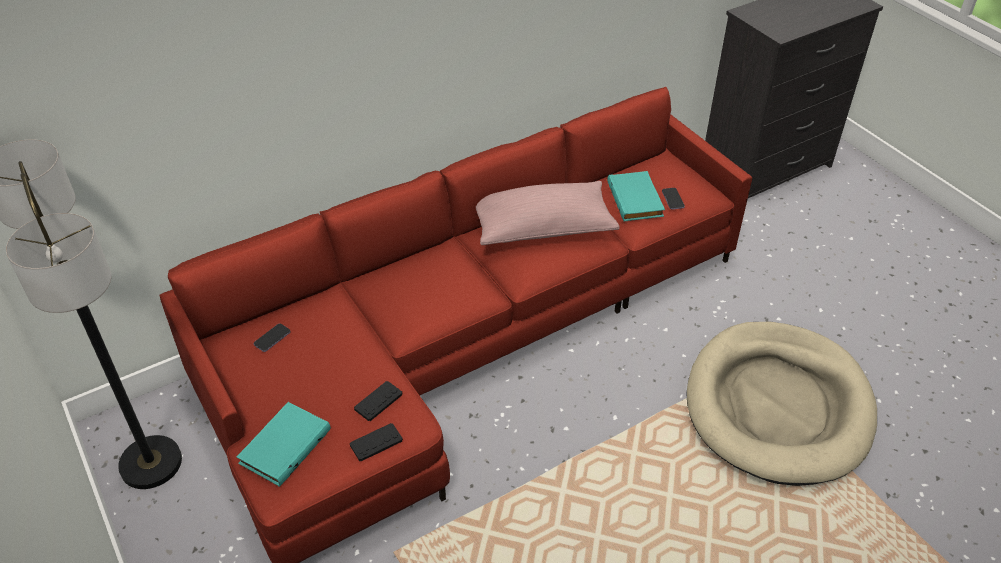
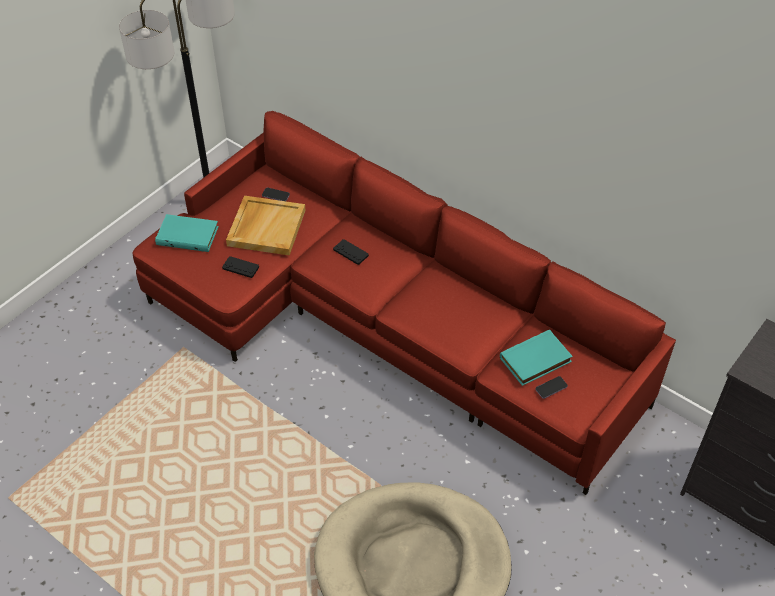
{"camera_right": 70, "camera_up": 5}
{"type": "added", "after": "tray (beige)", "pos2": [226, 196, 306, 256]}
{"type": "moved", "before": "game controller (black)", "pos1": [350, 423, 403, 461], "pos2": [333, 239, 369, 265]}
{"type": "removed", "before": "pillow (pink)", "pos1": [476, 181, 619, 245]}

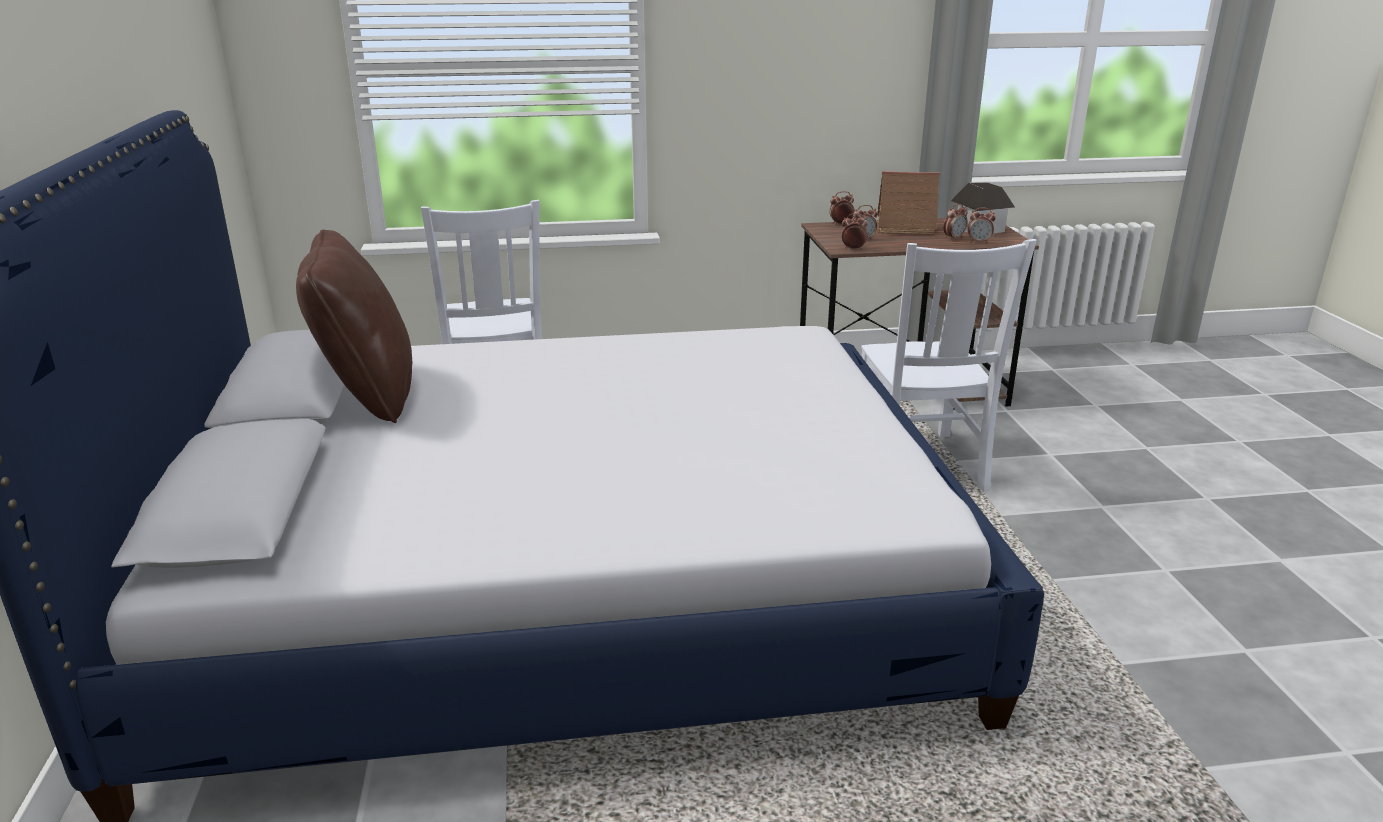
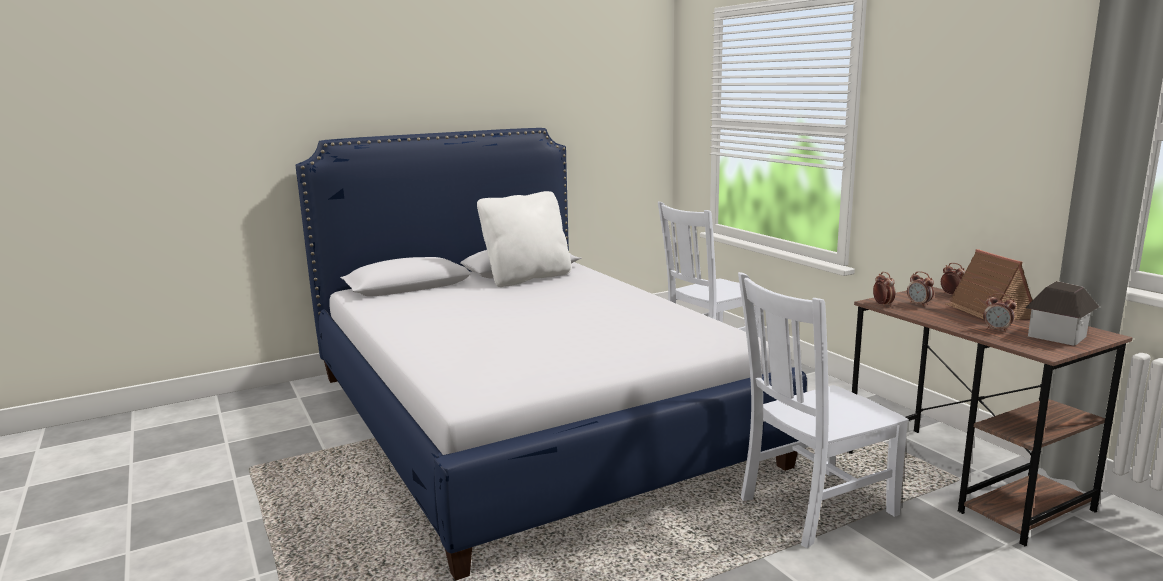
{"camera_right": 70, "camera_up": -10}
{"type": "recoloured", "before": "pillow (brown)", "after": "pillow (white)", "pos1": [296, 229, 412, 423], "pos2": [477, 191, 571, 287]}
{"type": "removed", "before": "alarm clock", "pos1": [967, 207, 996, 244]}

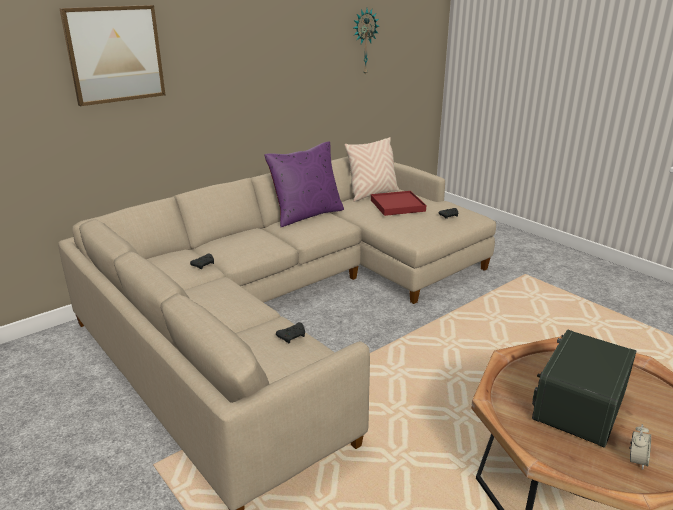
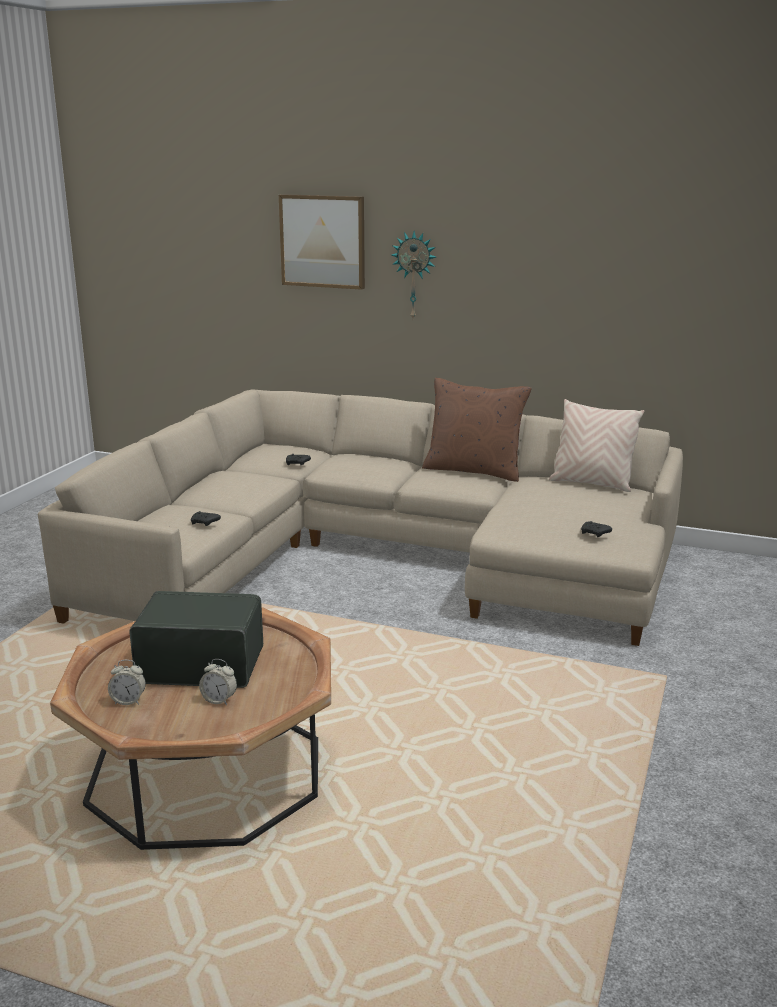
{"camera_right": 60, "camera_up": -5}
{"type": "added", "after": "alarm clock", "pos2": [199, 659, 237, 705]}
{"type": "moved", "before": "wall clock", "pos1": [354, 9, 379, 76], "pos2": [392, 231, 436, 318]}
{"type": "recoloured", "before": "pillow (purple)", "after": "pillow (brown)", "pos1": [265, 142, 344, 227], "pos2": [422, 378, 532, 482]}
{"type": "removed", "before": "tray (red)", "pos1": [371, 191, 426, 216]}

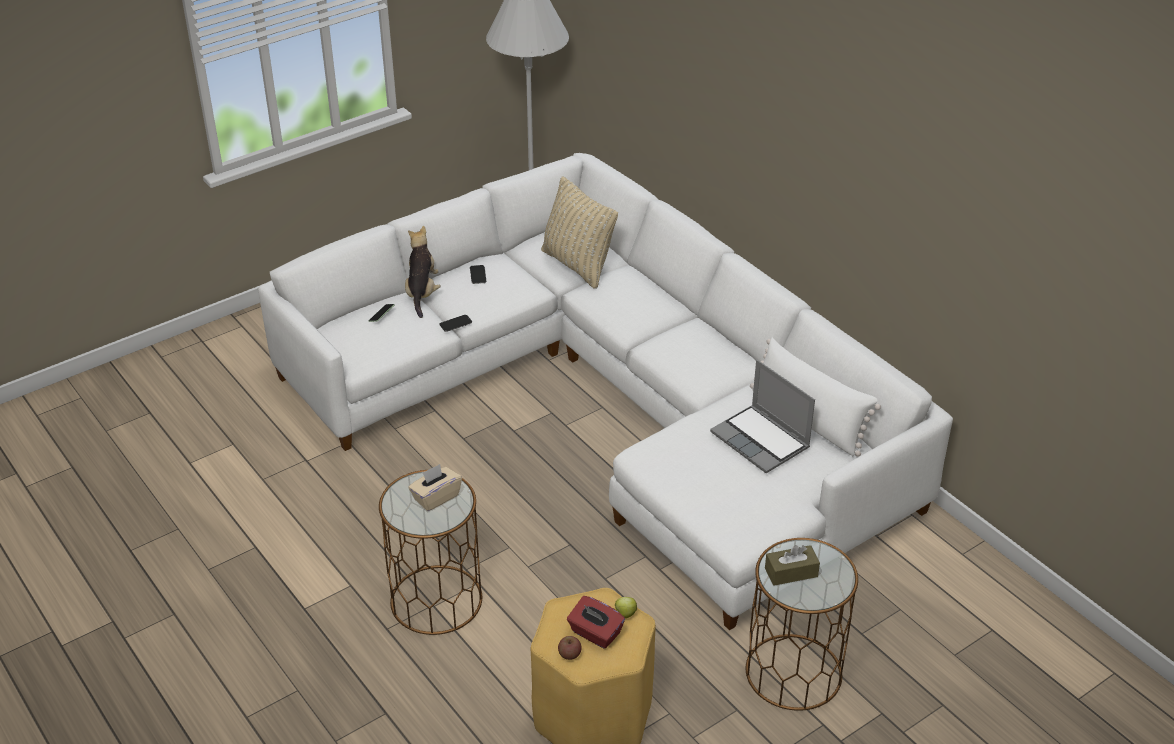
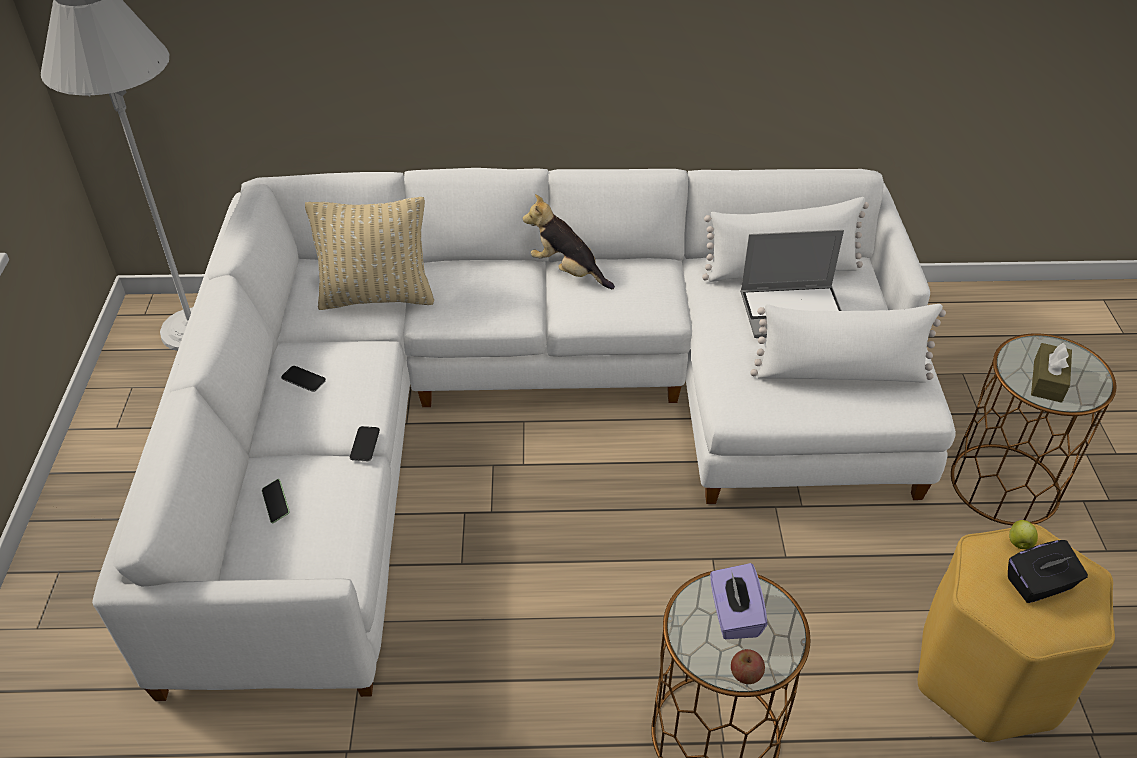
{"camera_right": -55, "camera_up": 5}
{"type": "moved", "before": "plush toy", "pos1": [405, 226, 441, 318], "pos2": [523, 194, 615, 289]}
{"type": "recoloured", "before": "tissue box (beige)", "after": "tissue box (purple)", "pos1": [408, 464, 462, 511], "pos2": [710, 563, 767, 639]}
{"type": "moved", "before": "apple", "pos1": [558, 636, 582, 660], "pos2": [731, 649, 765, 684]}
{"type": "added", "after": "pillow (white)", "pos2": [750, 304, 946, 383]}
{"type": "recoloured", "before": "tissue box (red)", "after": "tissue box (black)", "pos1": [567, 596, 625, 649], "pos2": [1008, 540, 1088, 603]}

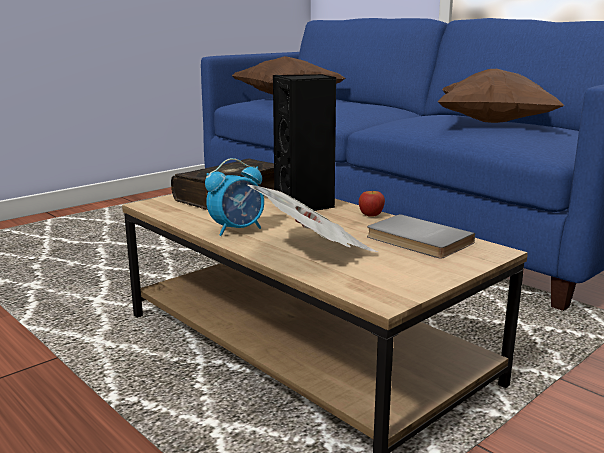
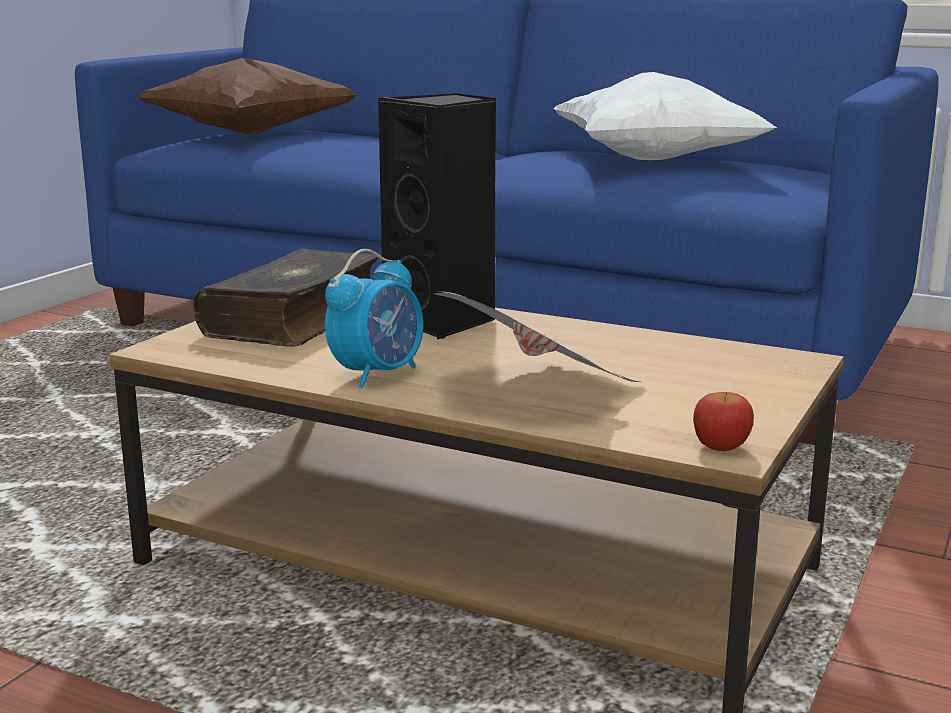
{"camera_right": -20, "camera_up": 0}
{"type": "recoloured", "before": "pillow (brown)", "after": "pillow (white)", "pos1": [438, 69, 564, 123], "pos2": [554, 72, 777, 160]}
{"type": "moved", "before": "apple", "pos1": [359, 191, 385, 217], "pos2": [693, 392, 754, 451]}
{"type": "removed", "before": "book (grey)", "pos1": [367, 214, 475, 258]}

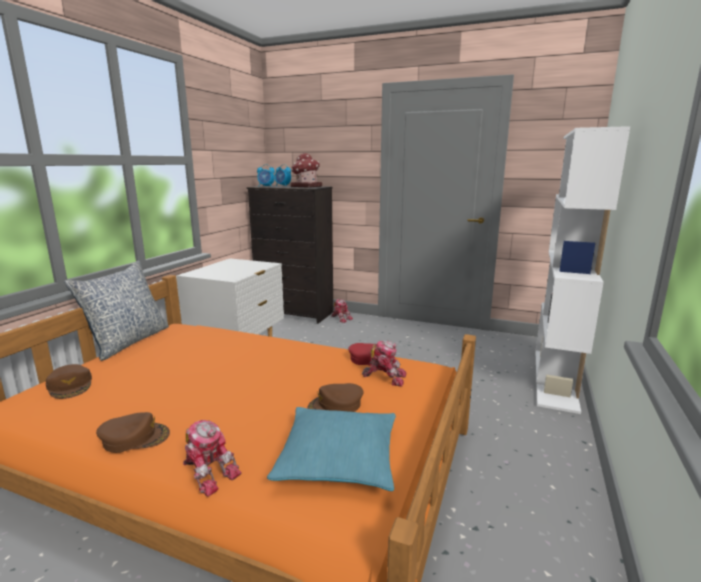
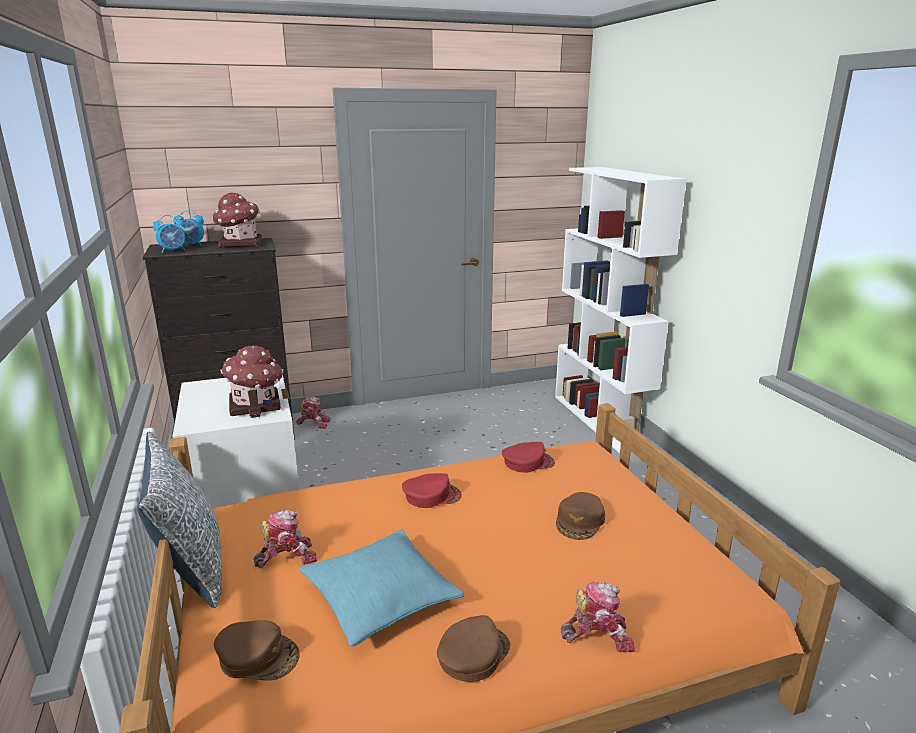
{"camera_right": -40, "camera_up": 5}
{"type": "added", "after": "toy house", "pos2": [221, 346, 284, 418]}
{"type": "moved", "before": "toy robot", "pos1": [362, 340, 406, 387], "pos2": [254, 510, 318, 568]}
{"type": "moved", "before": "pillow (turquoise)", "pos1": [267, 407, 396, 491], "pos2": [300, 529, 464, 647]}
{"type": "added", "after": "cap (red)", "pos2": [402, 473, 462, 508]}

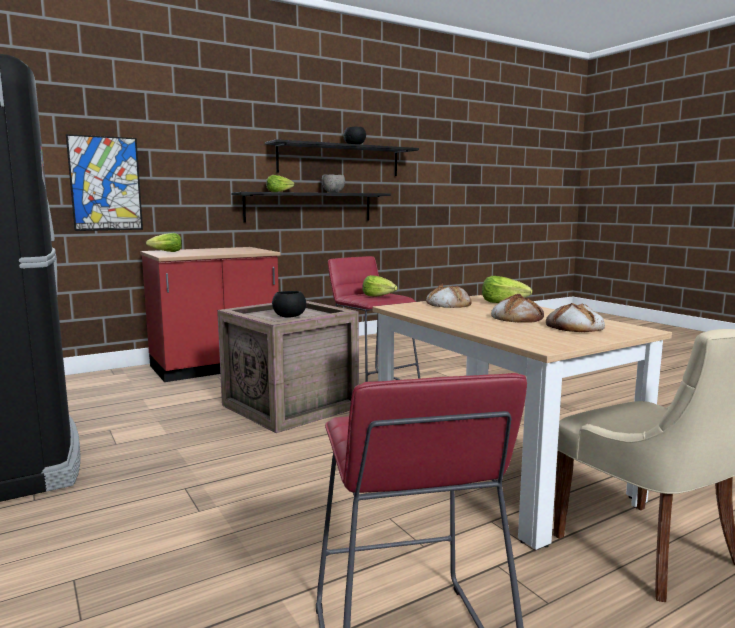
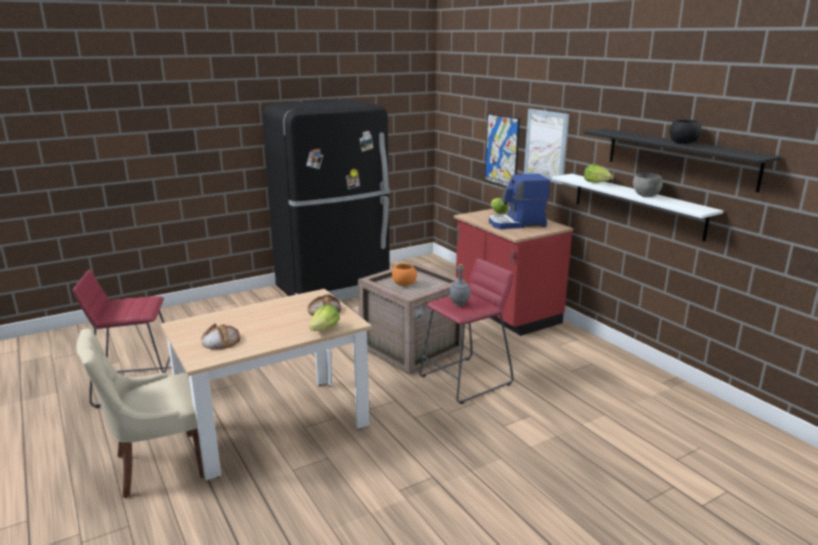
{"camera_right": 90, "camera_up": 10}
{"type": "recoloured", "before": "bowl (black)", "after": "bowl (orange)", "pos1": [272, 291, 306, 318], "pos2": [392, 264, 417, 286]}
{"type": "replaced", "before": "lettuce", "after": "bottle (grey)", "pos1": [363, 275, 398, 297], "pos2": [449, 264, 471, 306]}
{"type": "added", "after": "coffee machine", "pos2": [489, 174, 550, 229]}
{"type": "added", "after": "picture", "pos2": [524, 109, 569, 184]}
{"type": "recoloured", "before": "shelf (black)", "after": "shelf (white)", "pos1": [232, 192, 391, 223], "pos2": [552, 174, 723, 242]}
{"type": "removed", "before": "bread", "pos1": [491, 294, 544, 323]}

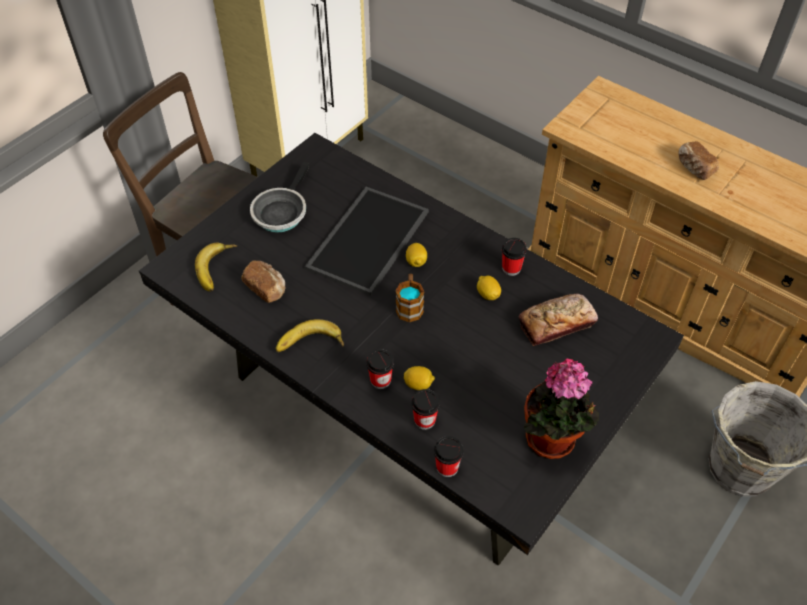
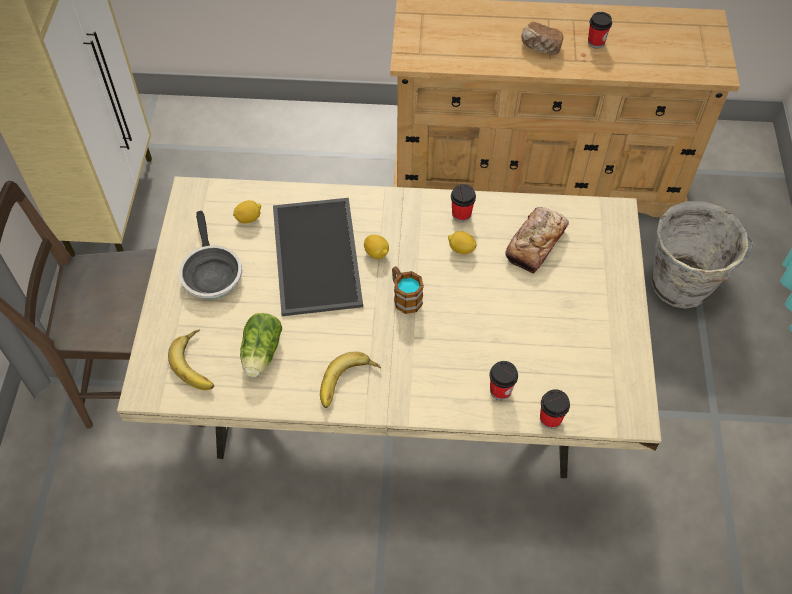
{"camera_right": -35, "camera_up": 5}
{"type": "recoloured", "before": "dining table (black)", "after": "dining table (beige)", "pos1": [139, 133, 684, 566], "pos2": [117, 176, 661, 478]}
{"type": "moved", "before": "lemon", "pos1": [404, 366, 435, 390], "pos2": [233, 200, 261, 223]}
{"type": "replaced", "before": "bread", "after": "lettuce", "pos1": [241, 260, 285, 303], "pos2": [240, 313, 282, 377]}
{"type": "moved", "before": "cup", "pos1": [366, 349, 394, 389], "pos2": [588, 12, 612, 48]}
{"type": "removed", "before": "potted plant", "pos1": [524, 359, 599, 459]}

